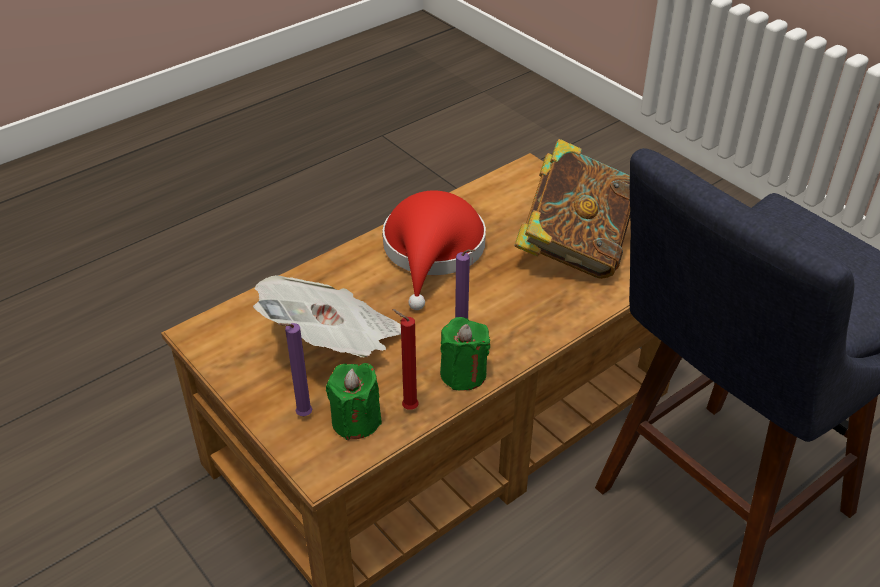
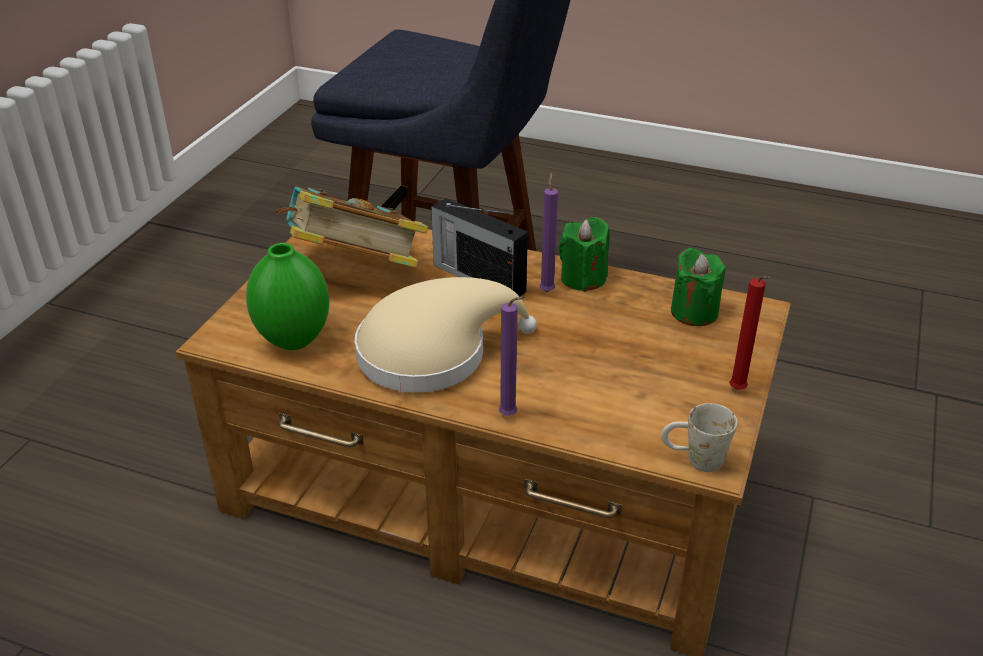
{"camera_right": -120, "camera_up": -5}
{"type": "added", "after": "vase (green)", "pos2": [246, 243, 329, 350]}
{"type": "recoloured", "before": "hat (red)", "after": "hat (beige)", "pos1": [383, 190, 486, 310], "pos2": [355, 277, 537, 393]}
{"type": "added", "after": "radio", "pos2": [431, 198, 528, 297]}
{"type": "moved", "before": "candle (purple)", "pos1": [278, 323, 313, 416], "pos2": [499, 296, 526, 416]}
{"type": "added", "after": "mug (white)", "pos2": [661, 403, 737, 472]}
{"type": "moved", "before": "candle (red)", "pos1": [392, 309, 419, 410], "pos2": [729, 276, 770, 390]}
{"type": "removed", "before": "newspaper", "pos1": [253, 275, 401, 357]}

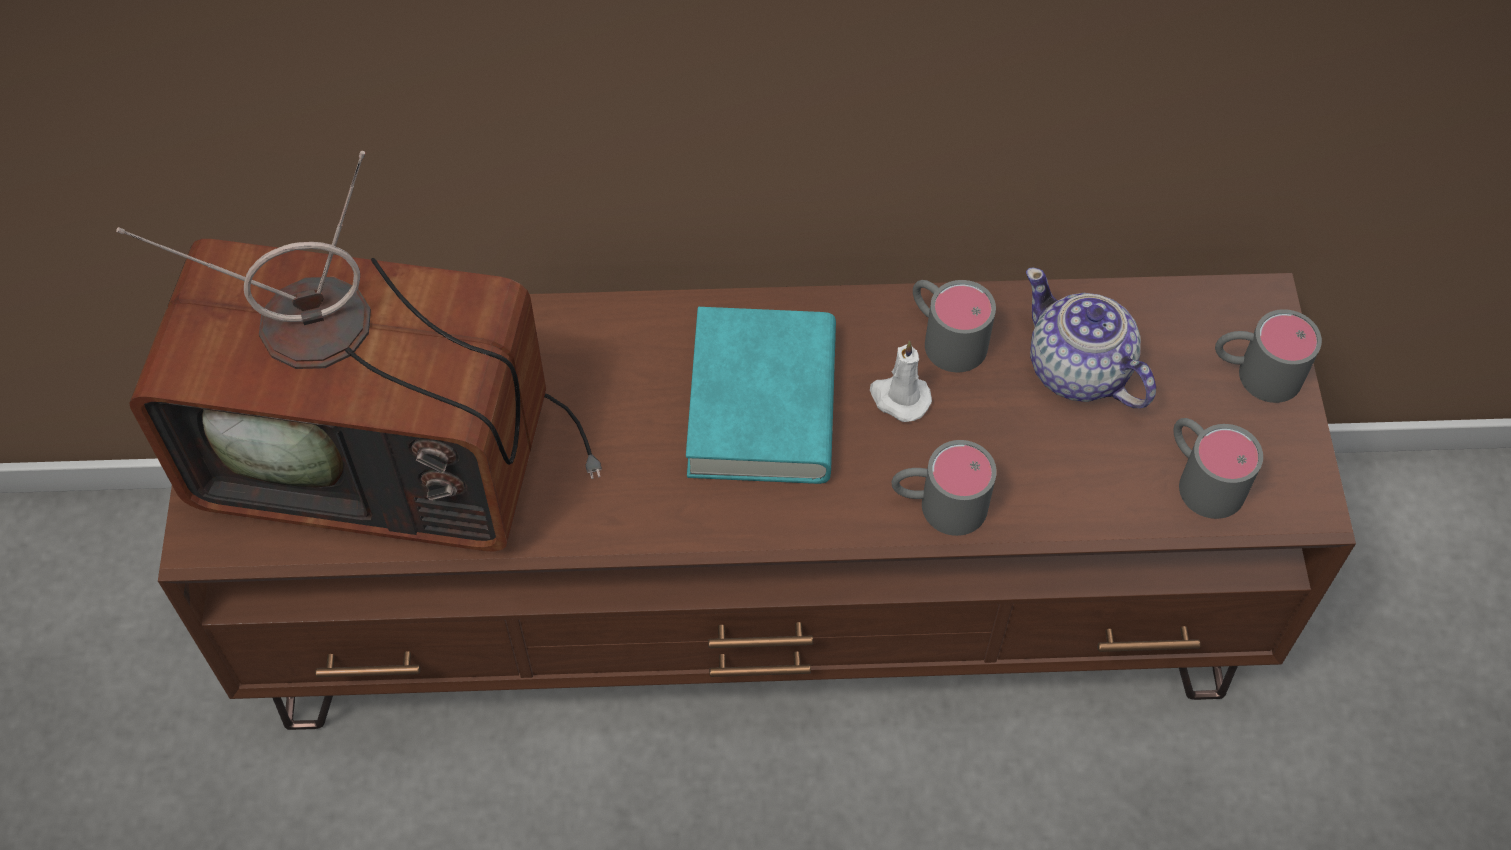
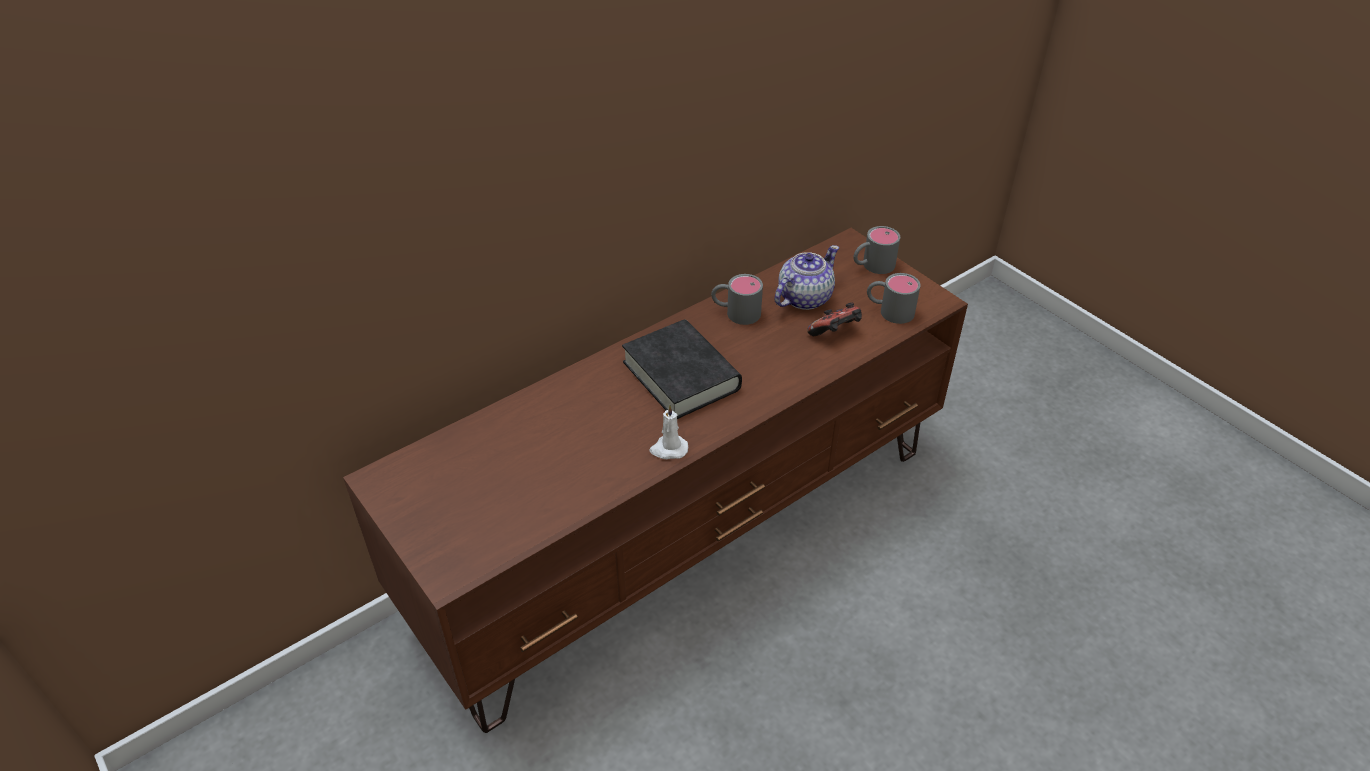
{"camera_right": -35, "camera_up": -15}
{"type": "recoloured", "before": "book (turquoise)", "after": "book (black)", "pos1": [686, 307, 836, 484], "pos2": [622, 320, 742, 419]}
{"type": "moved", "before": "candle (white)", "pos1": [870, 341, 932, 422], "pos2": [649, 405, 688, 459]}
{"type": "turned", "before": "teapot", "pos1": [1026, 268, 1156, 408], "pos2": [774, 245, 839, 310], "turn": 120}
{"type": "added", "after": "game controller", "pos2": [807, 302, 862, 336]}
{"type": "removed", "before": "television", "pos1": [116, 151, 602, 552]}
{"type": "removed", "before": "mug (grey)", "pos1": [891, 440, 997, 536]}

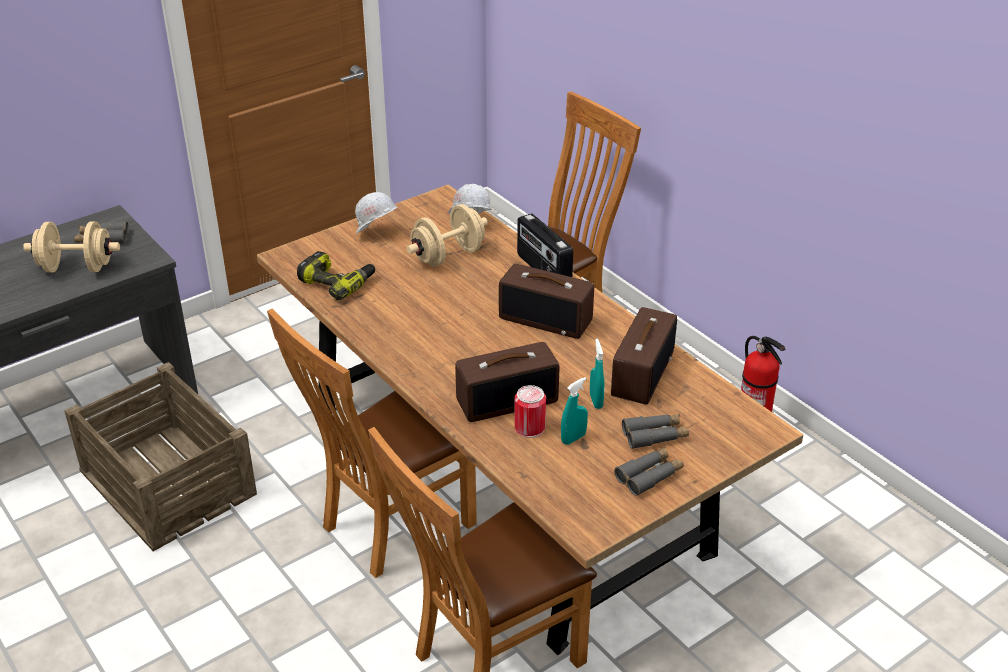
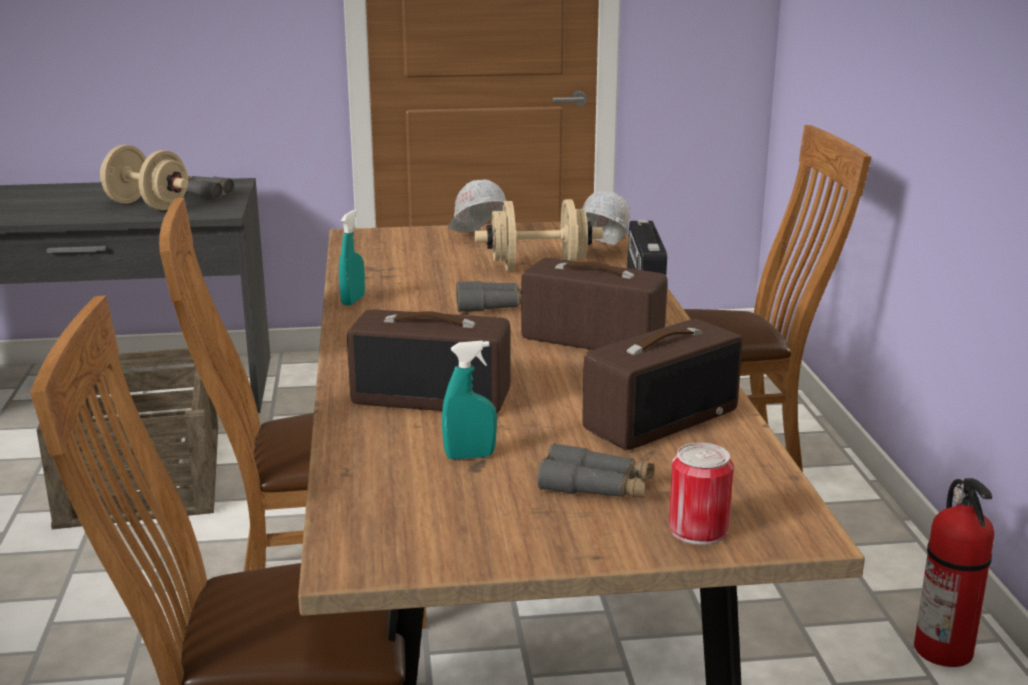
{"camera_right": 30, "camera_up": -15}
{"type": "moved", "before": "spray bottle (turquoise)", "pos1": [590, 339, 604, 409], "pos2": [339, 210, 365, 306]}
{"type": "moved", "before": "binoculars (grey)", "pos1": [614, 447, 684, 496], "pos2": [456, 281, 521, 312]}
{"type": "turned", "before": "radio", "pos1": [499, 264, 594, 339], "pos2": [521, 258, 667, 350], "turn": 150}
{"type": "moved", "before": "can", "pos1": [514, 385, 546, 438], "pos2": [669, 443, 734, 545]}
{"type": "removed", "before": "power drill", "pos1": [297, 251, 375, 301]}

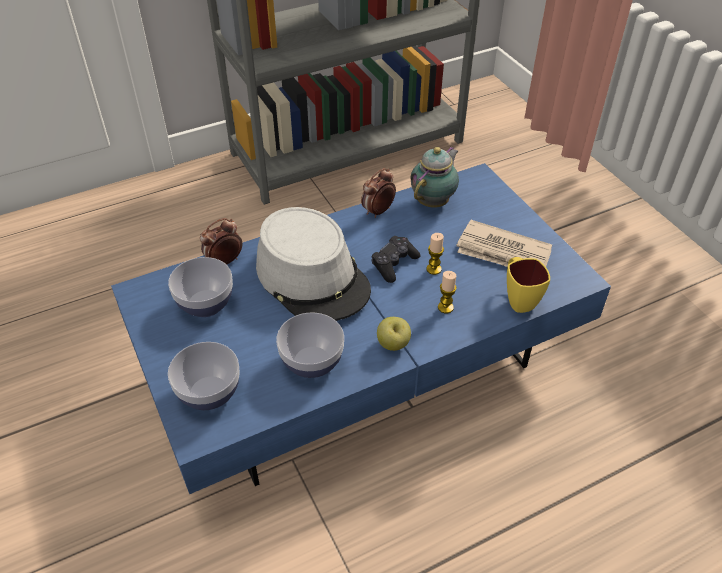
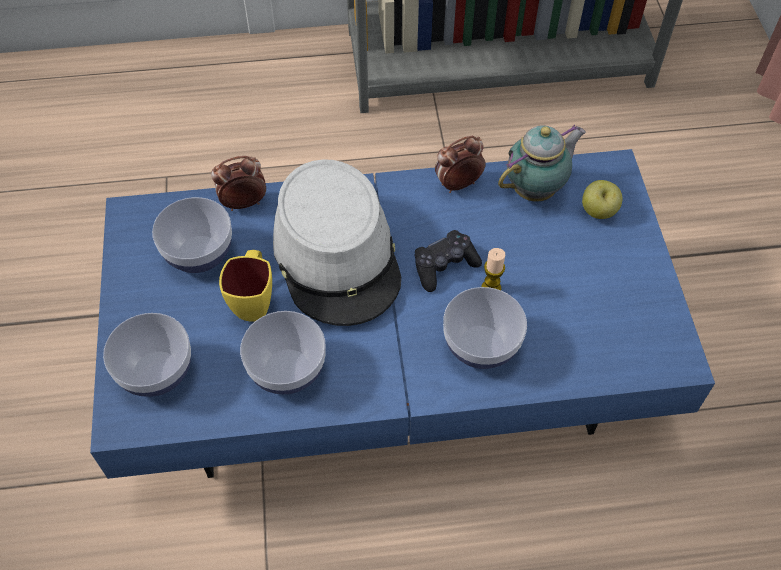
{"camera_right": 20, "camera_up": 10}
{"type": "moved", "before": "mug (yellow)", "pos1": [507, 257, 550, 313], "pos2": [219, 250, 272, 322]}
{"type": "replaced", "before": "candle", "after": "bowl", "pos1": [438, 271, 457, 313], "pos2": [443, 287, 527, 369]}
{"type": "moved", "before": "apple", "pos1": [377, 317, 411, 351], "pos2": [582, 180, 622, 219]}
{"type": "removed", "before": "newspaper", "pos1": [456, 220, 552, 267]}

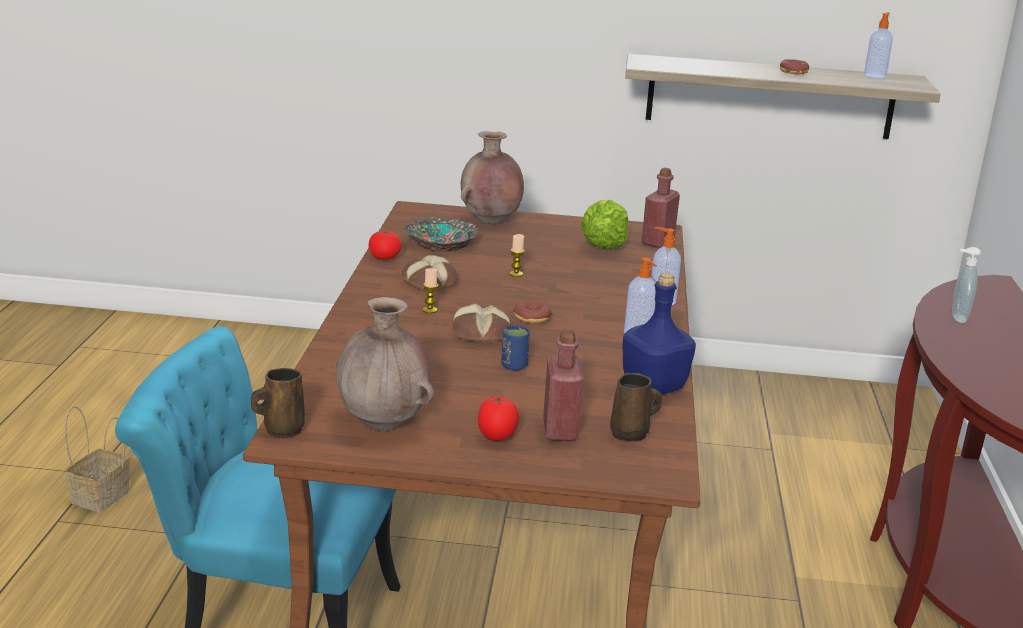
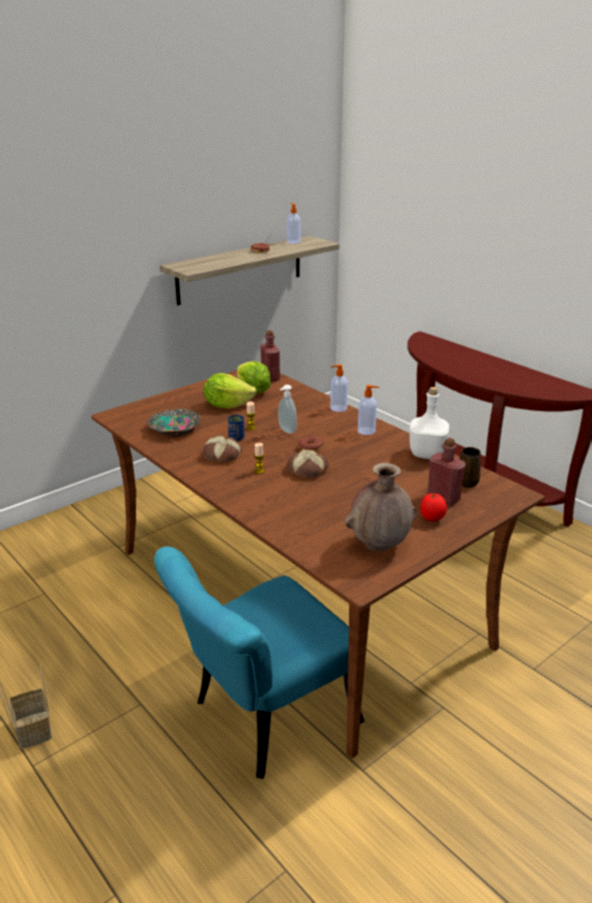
{"camera_right": -45, "camera_up": 5}
{"type": "added", "after": "lettuce", "pos2": [203, 373, 257, 409]}
{"type": "moved", "before": "cup (blue)", "pos1": [501, 325, 530, 371], "pos2": [228, 415, 244, 441]}
{"type": "moved", "before": "soap dispenser", "pos1": [952, 247, 981, 323], "pos2": [278, 385, 297, 434]}
{"type": "recoloured", "before": "bottle (blue)", "after": "bottle (white)", "pos1": [622, 273, 696, 394], "pos2": [409, 387, 449, 459]}
{"type": "removed", "before": "mug (brown)", "pos1": [251, 368, 305, 438]}
{"type": "removed", "before": "tomato", "pos1": [369, 231, 401, 260]}
{"type": "removed", "before": "vase (brown)", "pos1": [461, 131, 524, 224]}

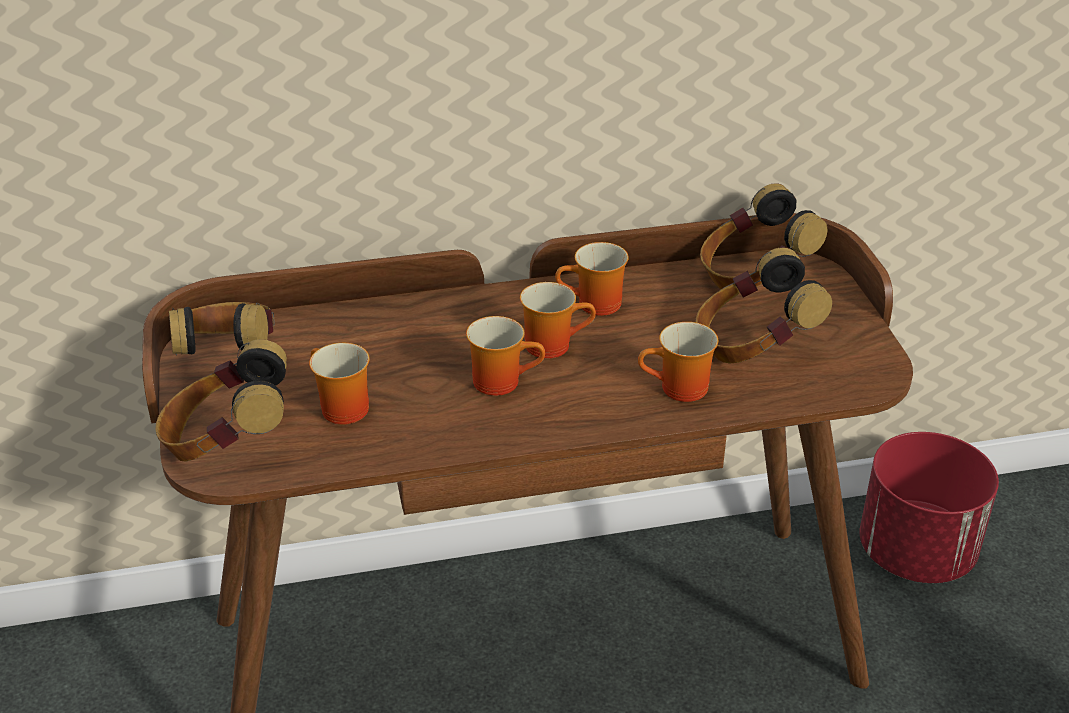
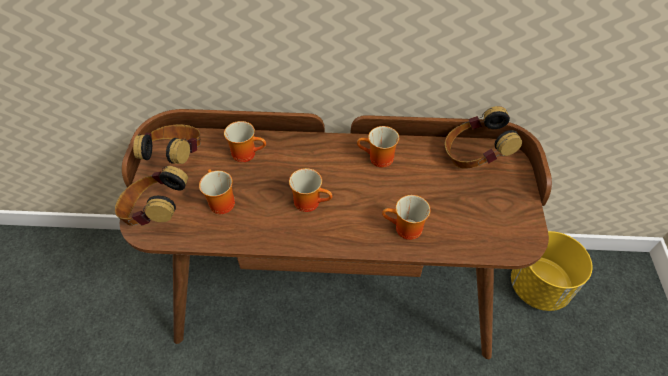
{"camera_right": 15, "camera_up": 15}
{"type": "moved", "before": "mug", "pos1": [520, 282, 596, 359], "pos2": [224, 121, 266, 162]}
{"type": "recoloured", "before": "planter (red)", "after": "planter (yellow)", "pos1": [859, 432, 999, 583], "pos2": [511, 231, 593, 311]}
{"type": "removed", "before": "headphones", "pos1": [696, 248, 832, 363]}

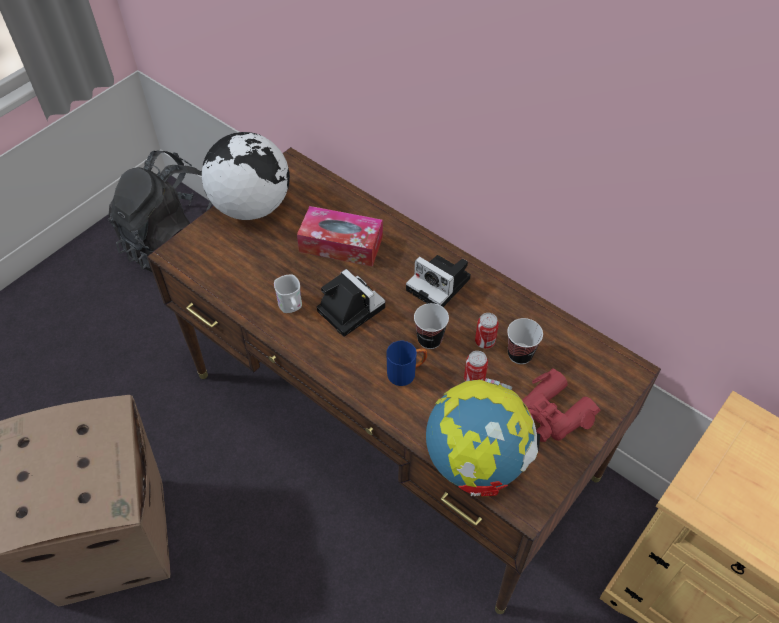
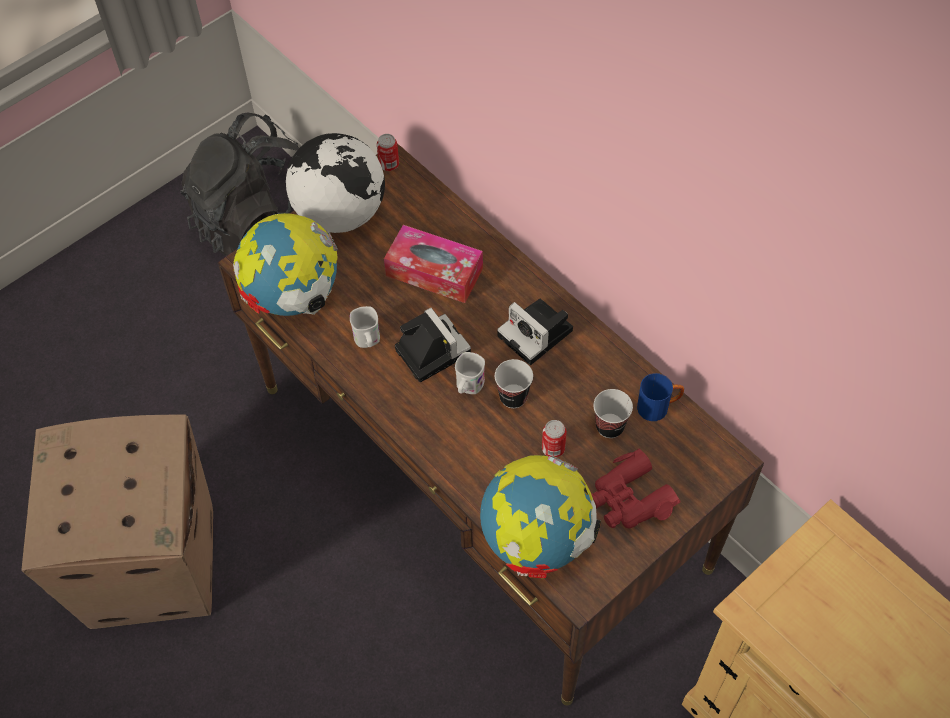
{"camera_right": 10, "camera_up": 5}
{"type": "added", "after": "globe", "pos2": [233, 213, 338, 316]}
{"type": "moved", "before": "can", "pos1": [475, 313, 499, 349], "pos2": [377, 134, 399, 171]}
{"type": "added", "after": "mug (white)", "pos2": [455, 352, 485, 394]}
{"type": "moved", "before": "mug (blue)", "pos1": [386, 341, 427, 386], "pos2": [637, 373, 684, 421]}

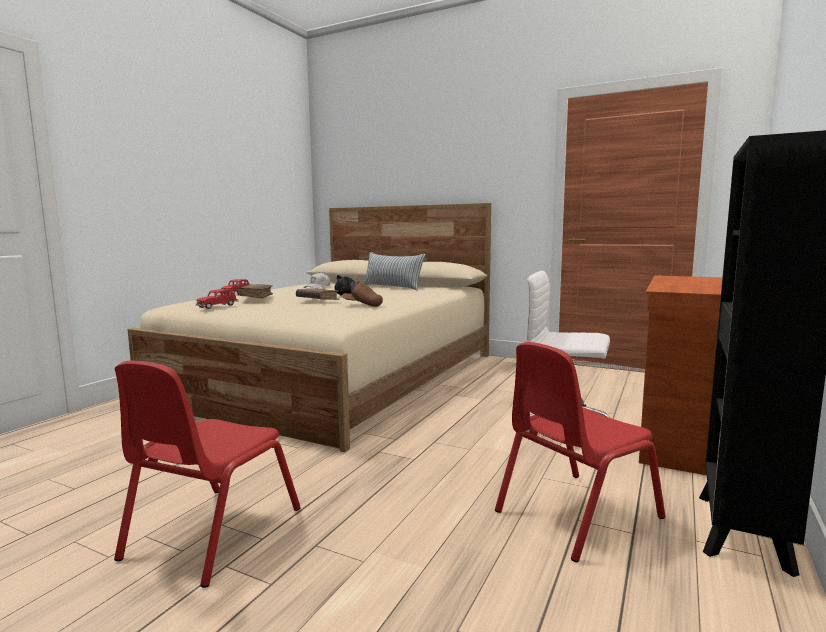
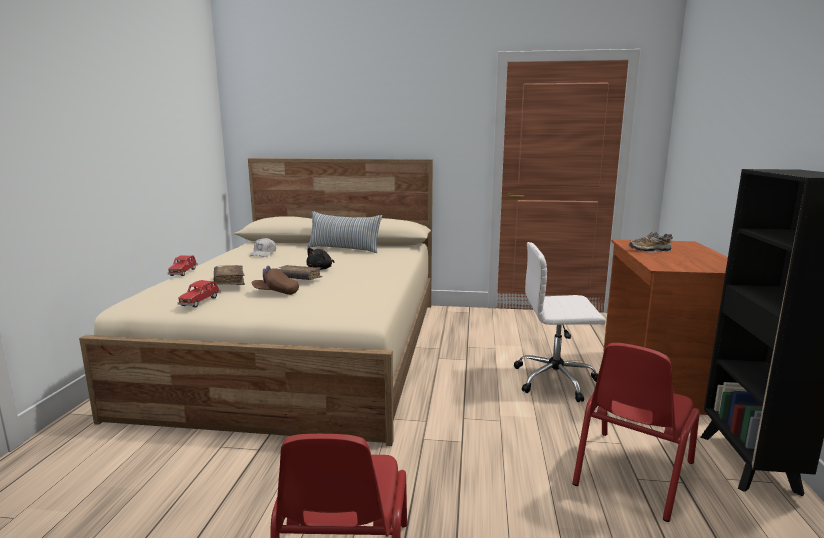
{"camera_right": -20, "camera_up": 5}
{"type": "moved", "before": "cap (brown)", "pos1": [342, 281, 383, 307], "pos2": [252, 266, 299, 295]}
{"type": "added", "after": "shoe", "pos2": [629, 231, 673, 252]}

